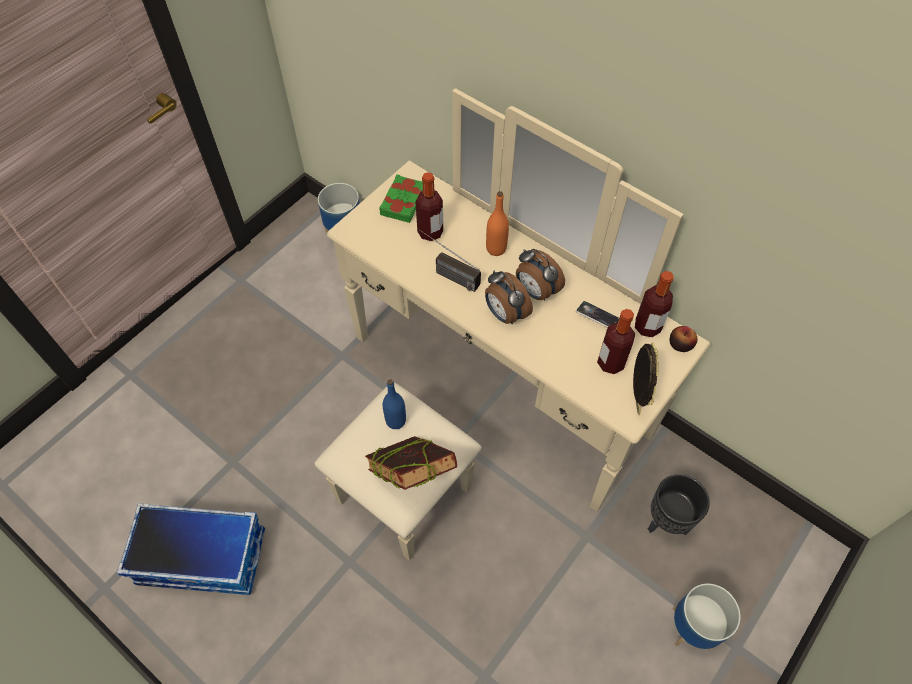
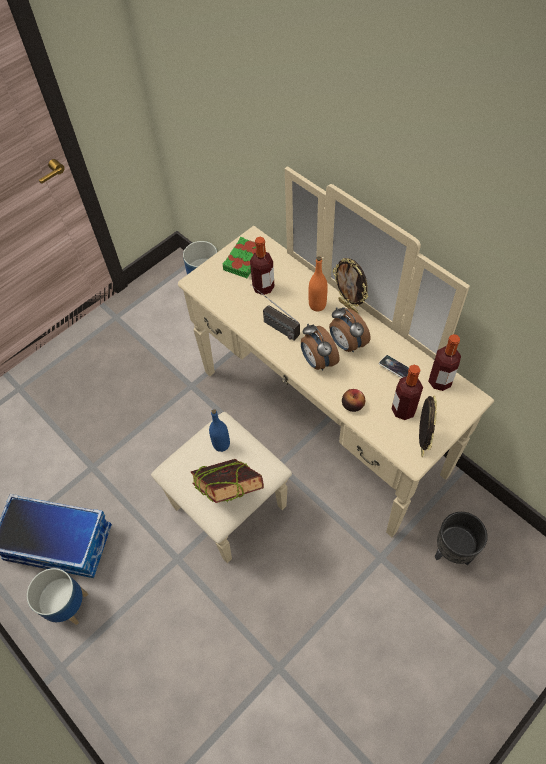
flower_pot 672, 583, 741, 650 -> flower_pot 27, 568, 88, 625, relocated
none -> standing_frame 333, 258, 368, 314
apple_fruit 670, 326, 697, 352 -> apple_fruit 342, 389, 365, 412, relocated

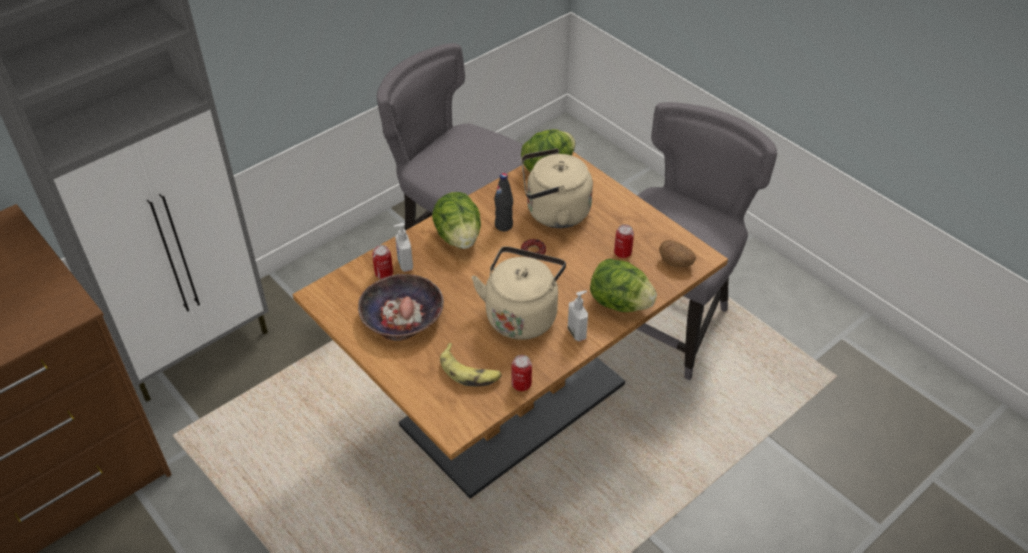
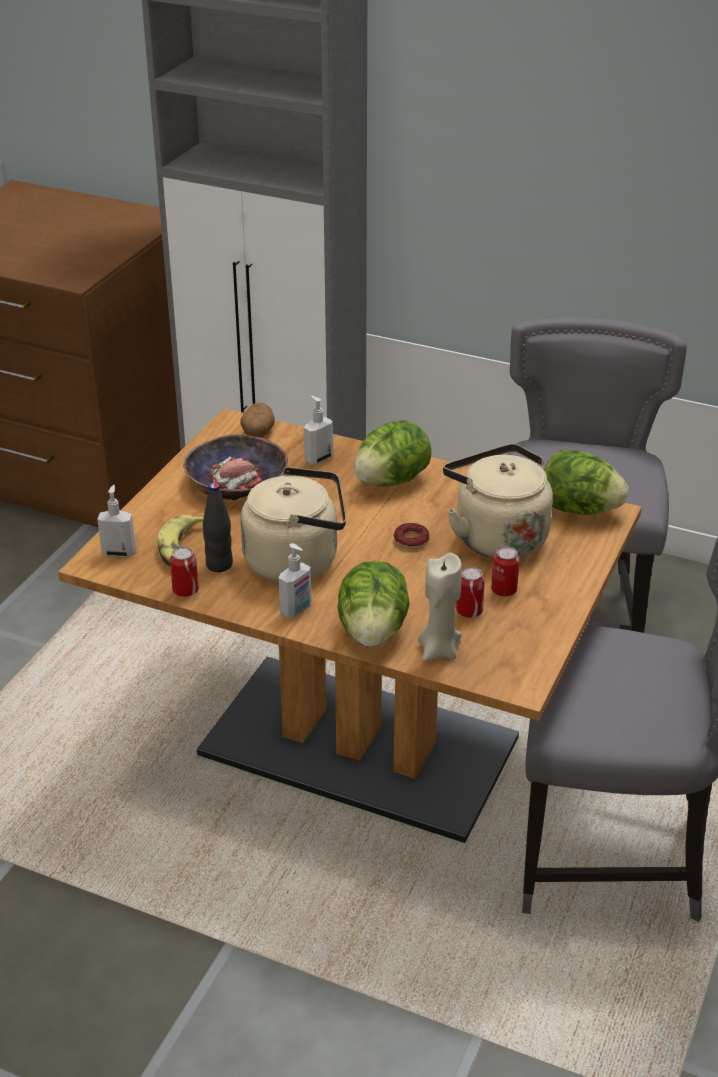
none -> liquid_soap_bottle 97, 485, 136, 558
black-coloured_drink_bottle 494, 173, 513, 231 -> black-coloured_drink_bottle 203, 483, 233, 572, relocated
spud 659, 240, 696, 267 -> spud 240, 402, 275, 438, relocated
none -> sand-coloured_wax_candle 418, 553, 462, 661
sealed_can 372, 245, 393, 279 -> sealed_can 491, 546, 519, 596, relocated

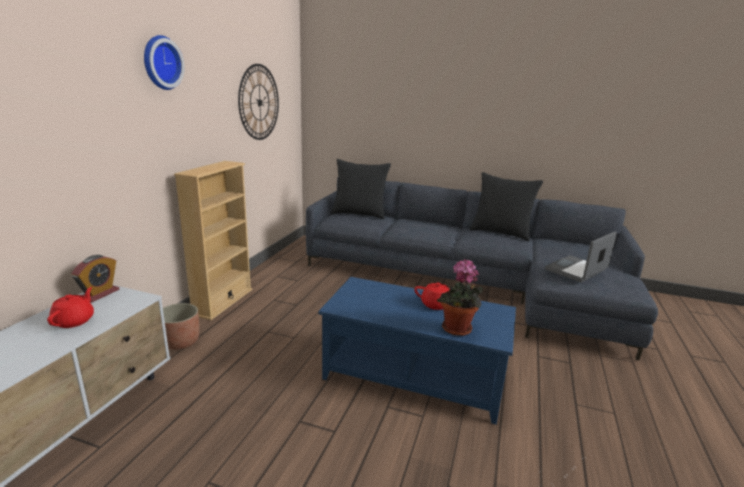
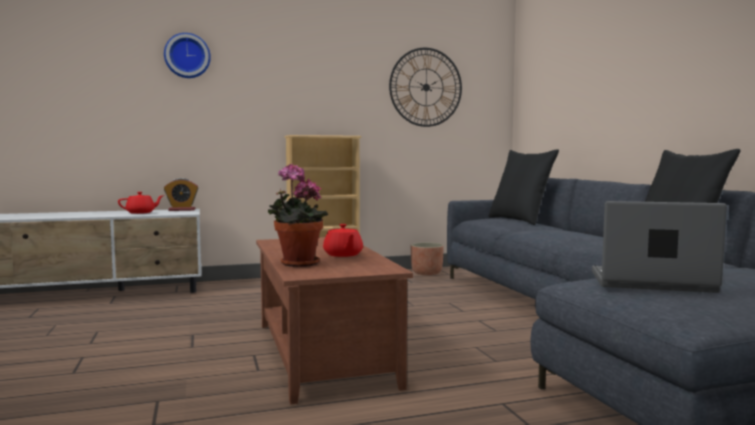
hanging_clock 144, 35, 185, 90 -> hanging_clock 164, 33, 211, 78, relocated
blue_coffee_table 318, 277, 516, 425 -> brownish_coffee_table 256, 237, 413, 404
flower_pot 163, 303, 199, 350 -> flower_pot 410, 242, 444, 275, relocated

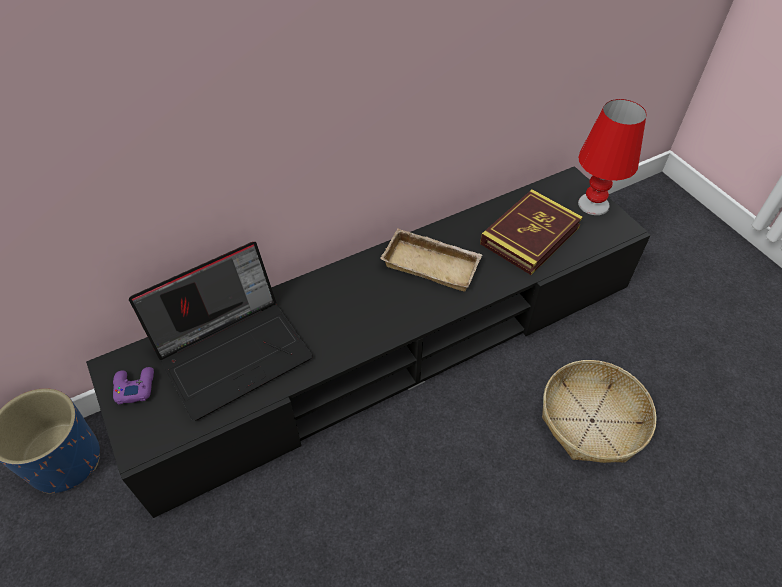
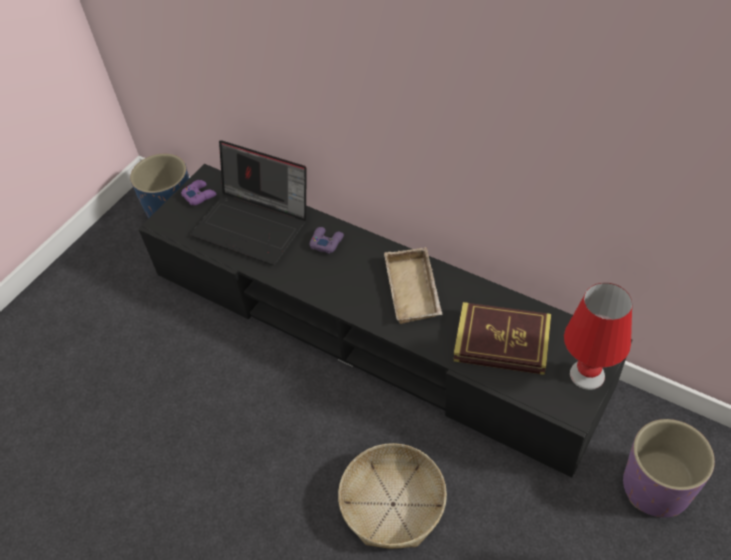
none -> purple_game_controller 310, 227, 344, 253
none -> purple_flower_pot 623, 419, 715, 518

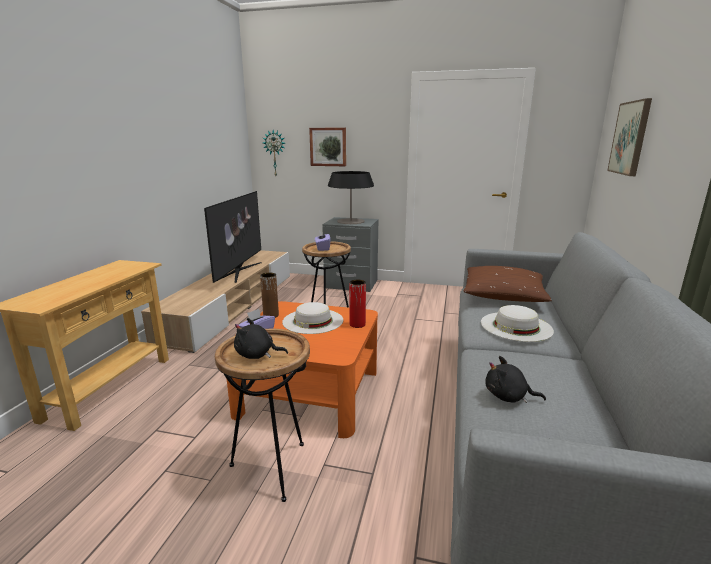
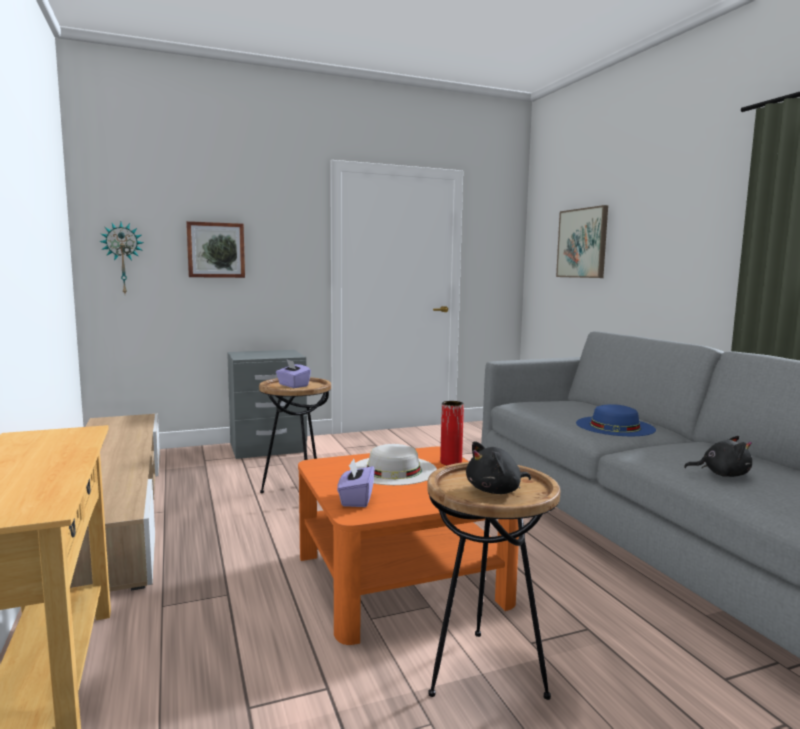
whitish_wearable_hat 481, 305, 554, 342 -> blue_wearable_hat 576, 404, 656, 436
black-coloured_cuddly_toy 485, 356, 546, 403 -> black-coloured_cuddly_toy 684, 436, 752, 477, 150 degrees counterclockwise
television 204, 191, 262, 283 -> none
brownish_flower_vase 260, 273, 279, 318 -> none
table_lamp 328, 171, 374, 224 -> none
brownish_cushion 464, 266, 552, 302 -> none

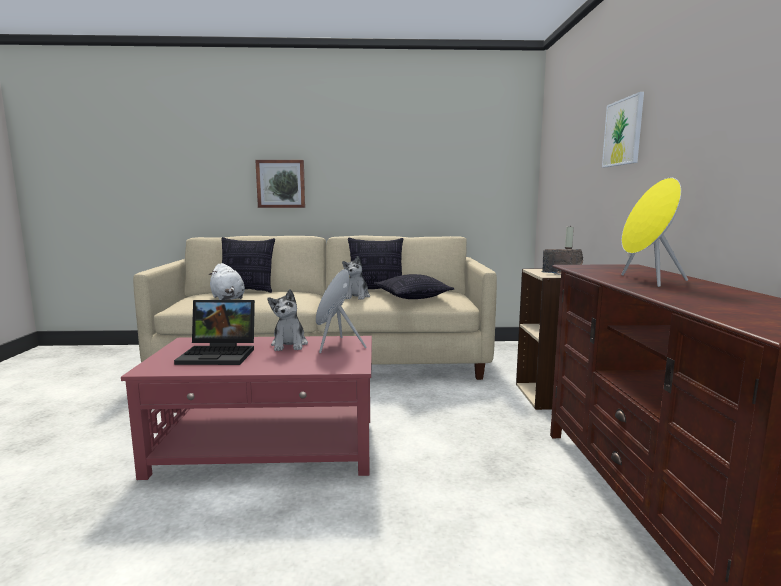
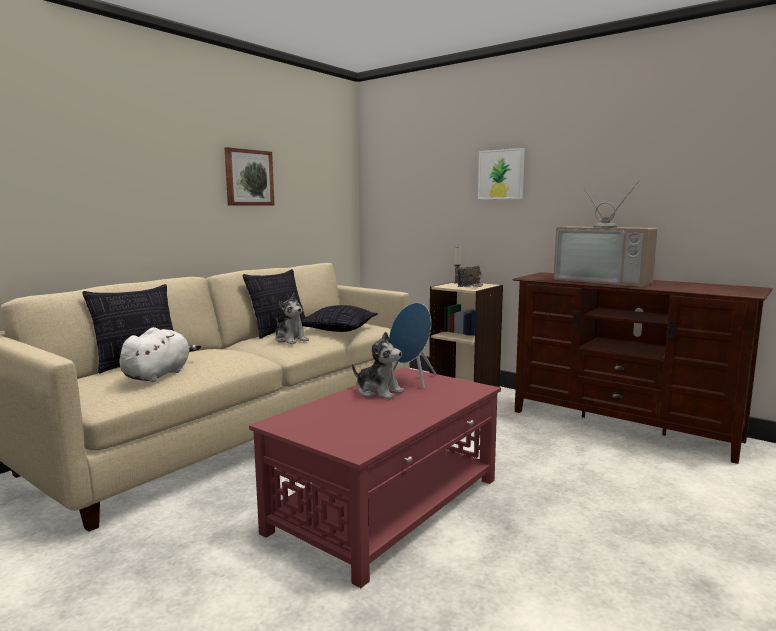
whitish_cuddly_toy 209, 263, 245, 300 -> whitish_cuddly_toy 119, 327, 201, 382, 75 degrees counterclockwise
picture 255, 160, 305, 208 -> picture 225, 147, 274, 205, relocated
yellow-coloured_speaker 621, 178, 688, 287 -> television 554, 180, 657, 287
portable_computer 174, 300, 255, 365 -> none

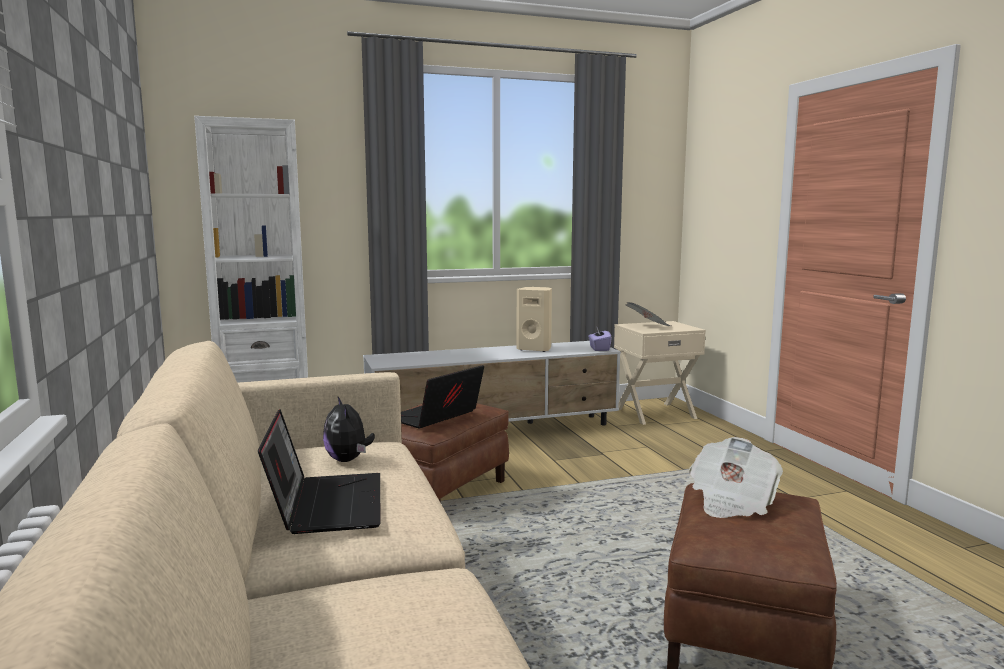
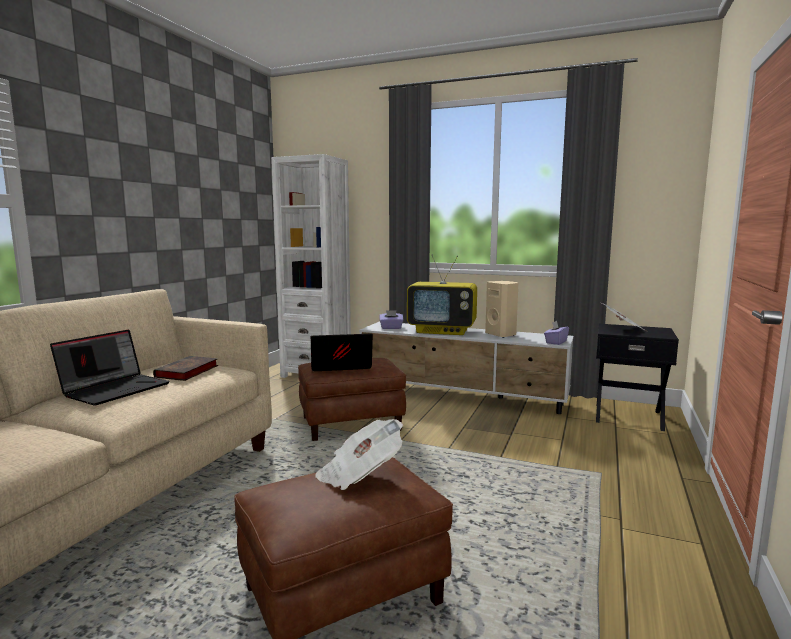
cuddly_toy 323, 397, 375, 462 -> bound_book 153, 356, 218, 381
none -> purple_box_of_tissues 379, 310, 403, 329
none -> television 407, 254, 477, 335
sand-coloured_bedside_table 614, 321, 706, 425 -> black-coloured_bedside_table 596, 324, 679, 431

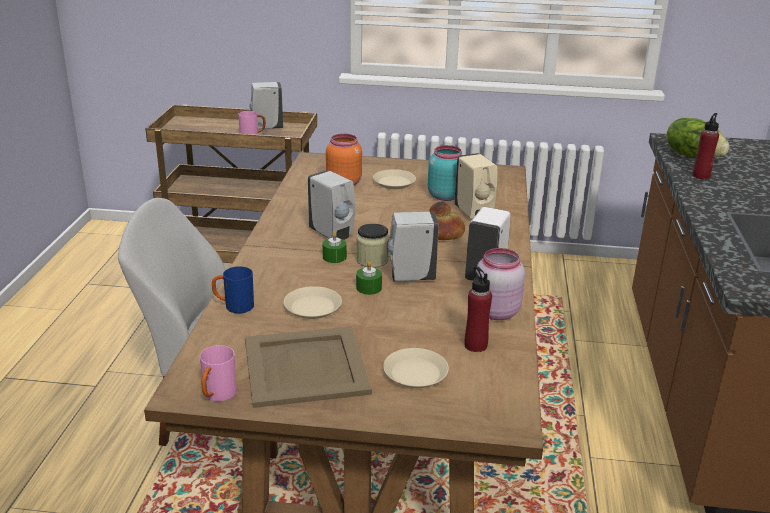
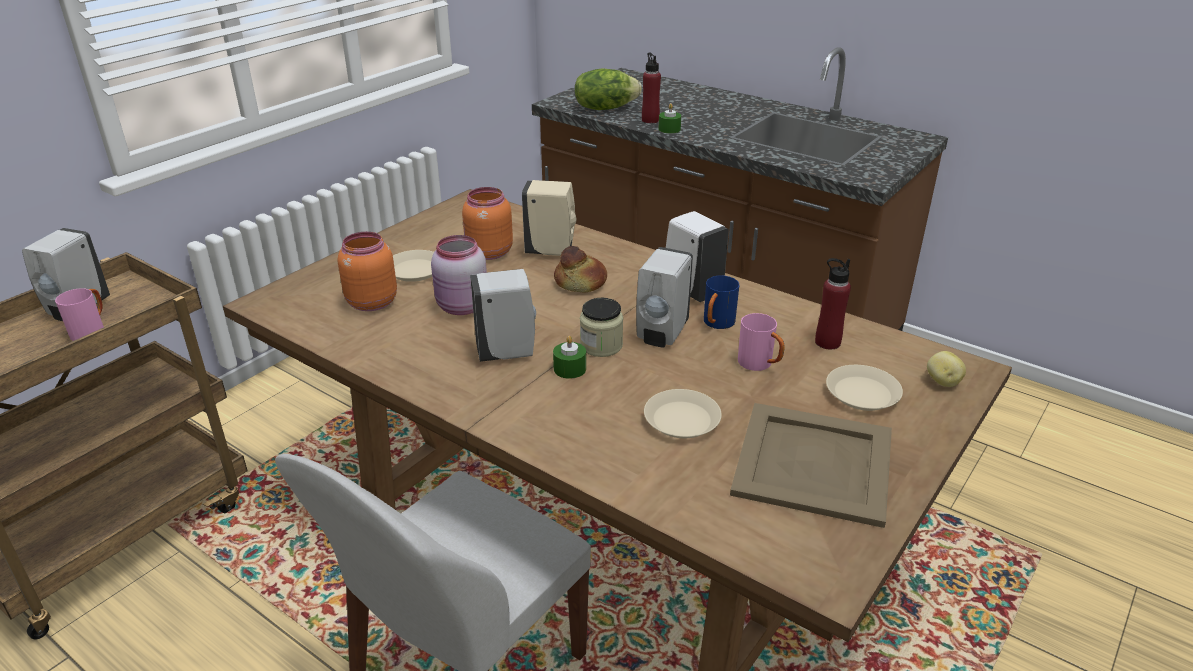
pinkish_jar 476, 248, 525, 320 -> pinkish_jar 431, 235, 487, 315, relocated
blue-green_jar 428, 145, 462, 201 -> orange-coloured_jar 462, 187, 513, 260
green-coloured_wax_candle 356, 261, 382, 295 -> green-coloured_wax_candle 659, 103, 681, 134, relocated
blue_coffee_mug 212, 266, 254, 314 -> blue_coffee_mug 704, 275, 739, 329, relocated
pinkish_coffee_mug 200, 345, 237, 402 -> pinkish_coffee_mug 738, 313, 785, 371, relocated
none -> spud 927, 351, 966, 387

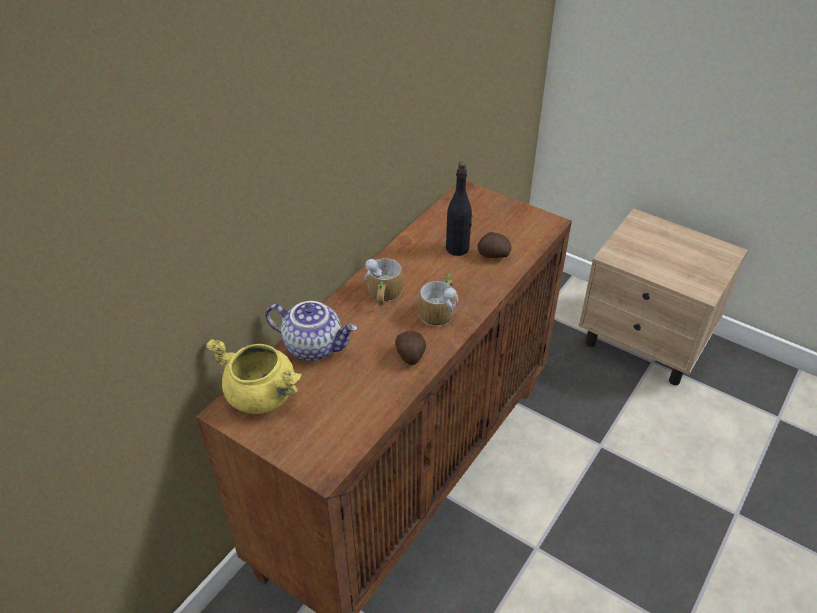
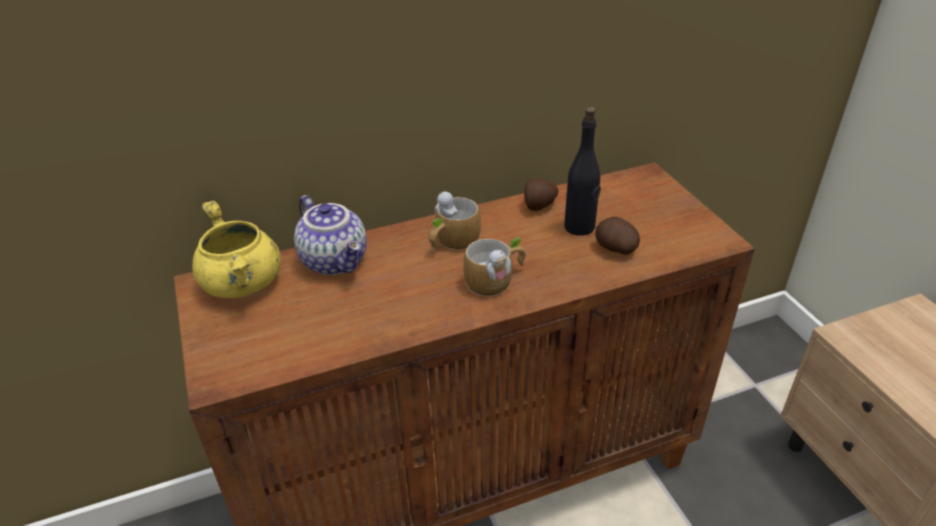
spud 395, 331, 426, 365 -> spud 524, 178, 558, 211, relocated

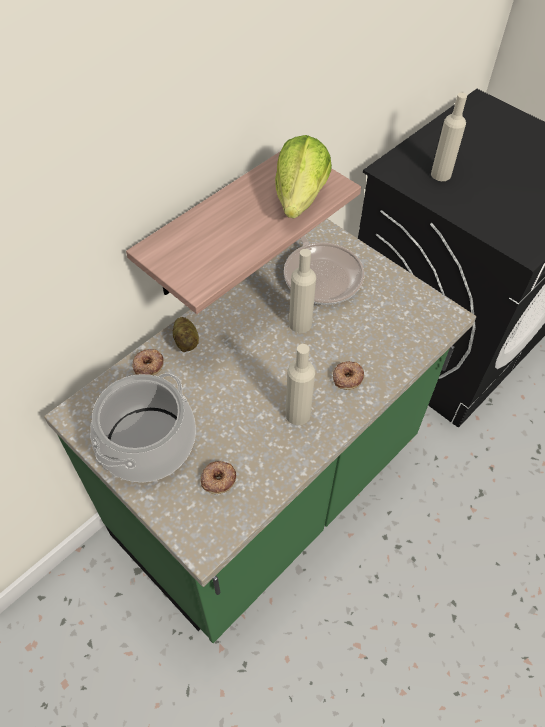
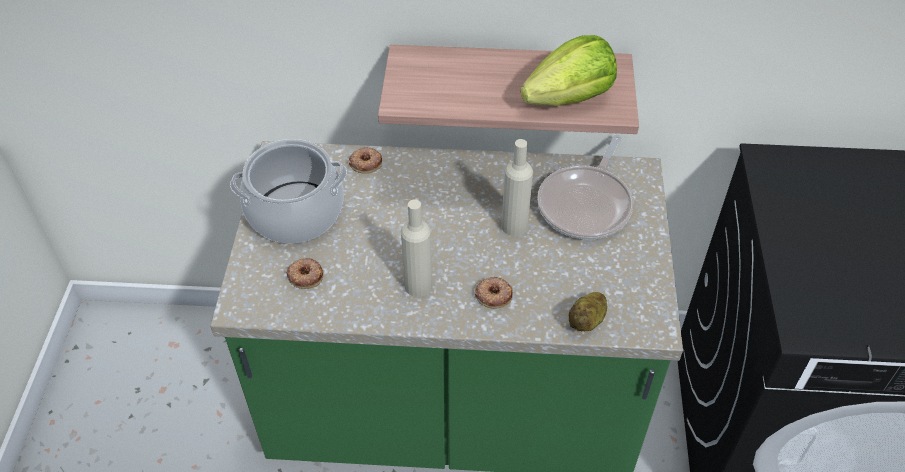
spud 173, 317, 199, 352 -> spud 569, 292, 607, 332, relocated
sand-coloured_drink_bottle 431, 93, 467, 181 -> none

